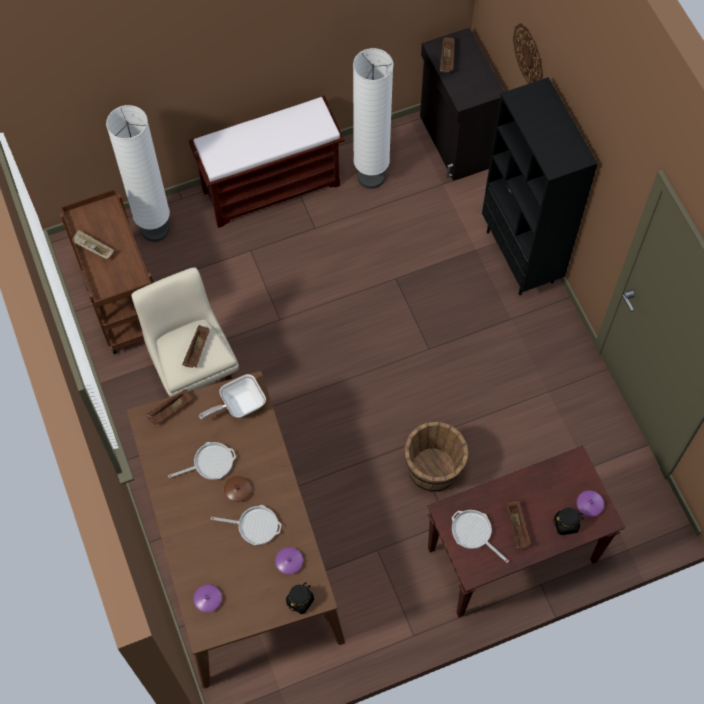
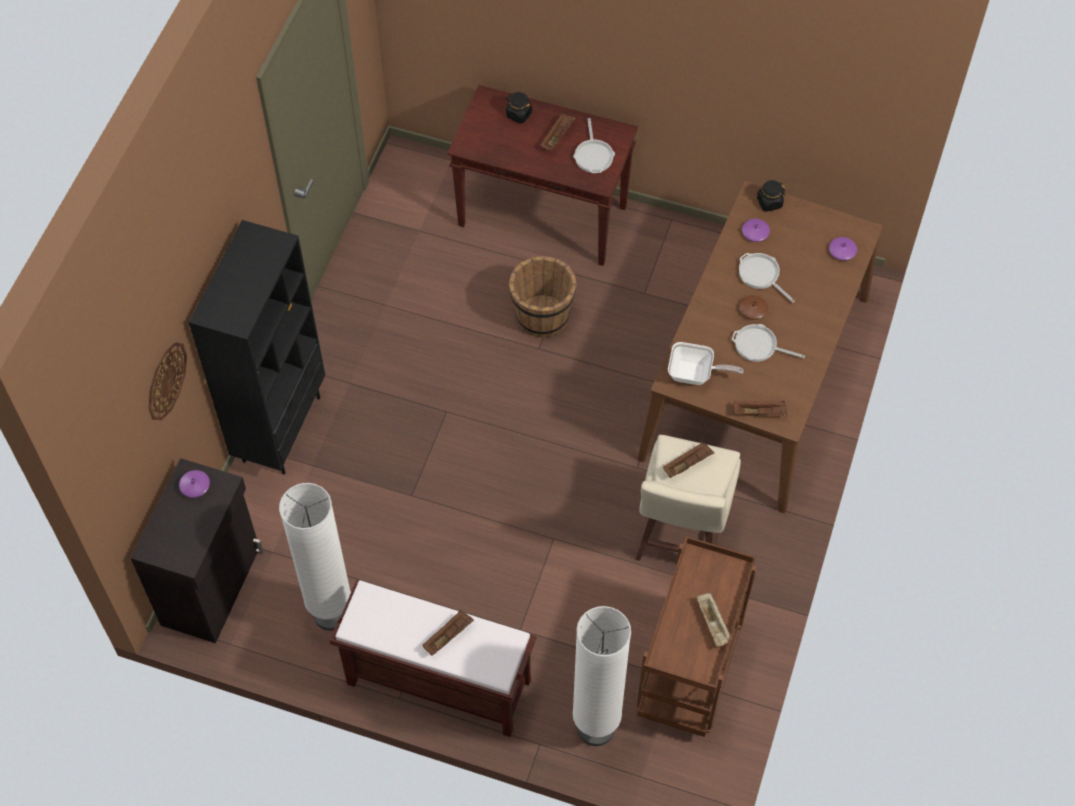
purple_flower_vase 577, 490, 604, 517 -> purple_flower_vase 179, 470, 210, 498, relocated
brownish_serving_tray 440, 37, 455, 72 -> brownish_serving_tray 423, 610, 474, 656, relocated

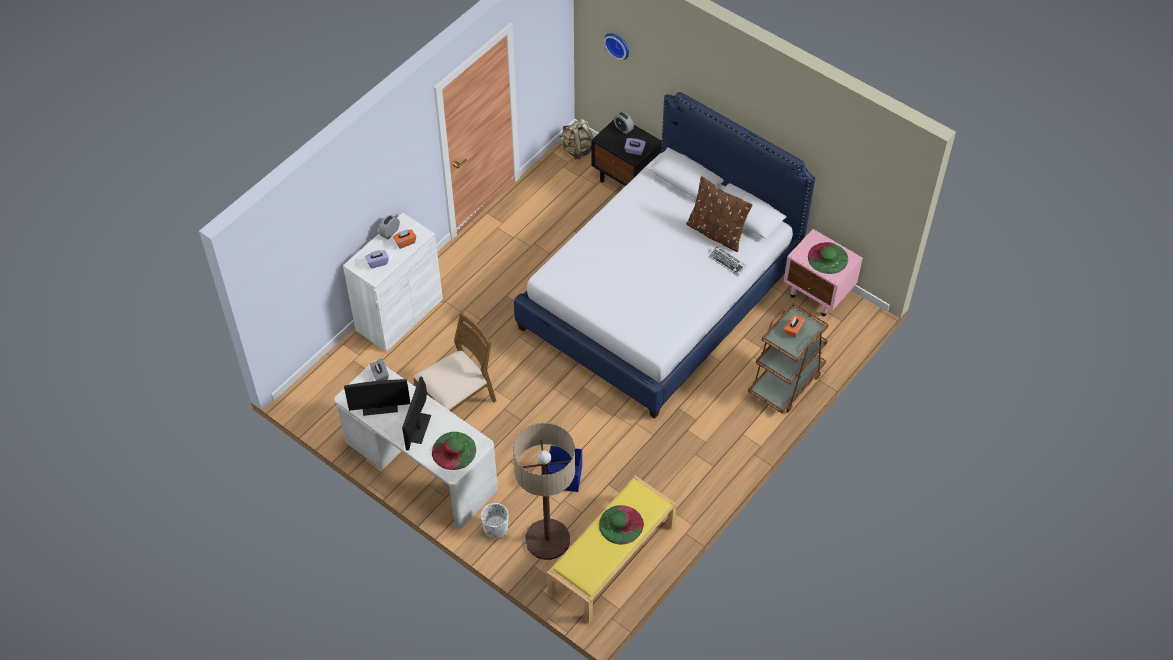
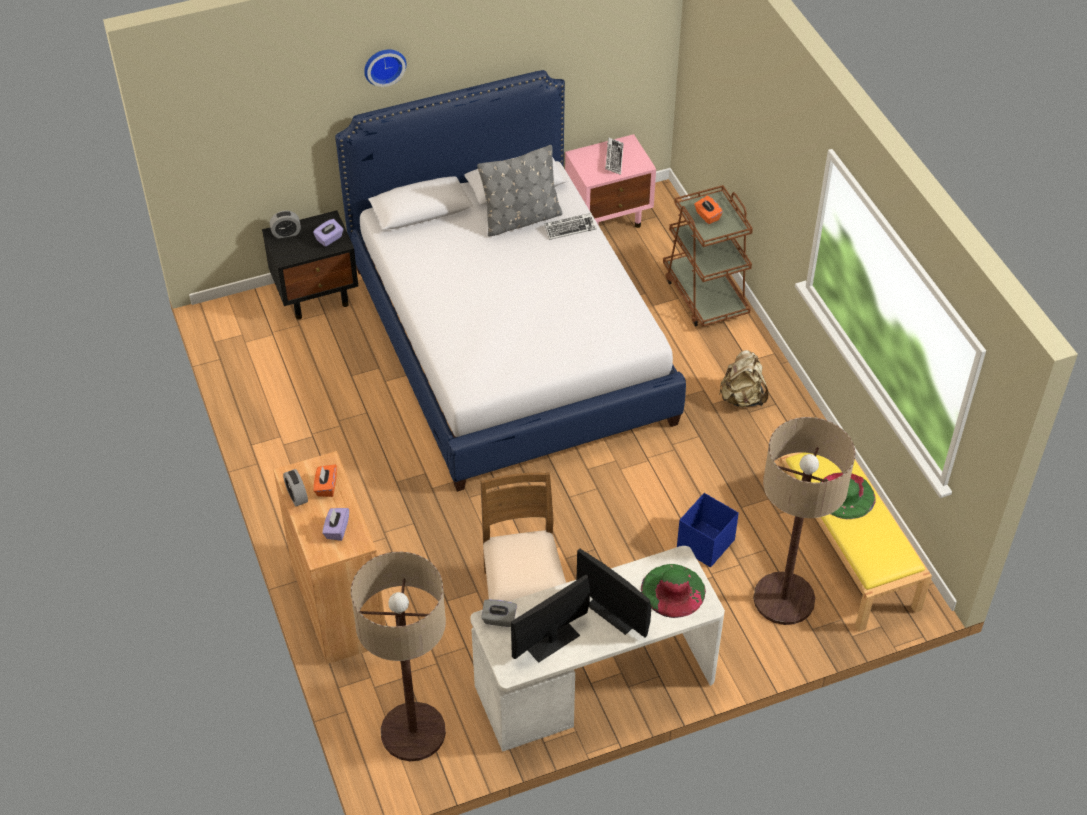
whitish_storage_cabinet 343, 213, 443, 352 -> brownish_storage_cabinet 273, 451, 386, 664
none -> floor_lamp 351, 552, 446, 761
hanging_clock 604, 33, 629, 60 -> hanging_clock 364, 49, 406, 87, relocated
brownish_cushion 686, 176, 752, 252 -> greyish_cushion 477, 145, 563, 236
monitor 344, 379, 410, 416 -> monitor 511, 575, 590, 663, 150 degrees counterclockwise
green-coloured_wearable_hat 808, 242, 848, 274 -> keyboard 605, 138, 624, 175
sand-coloured_backpack 560, 119, 594, 160 -> sand-coloured_backpack 720, 350, 769, 407, relocated
whitish_flower_pot 481, 503, 509, 539 -> none

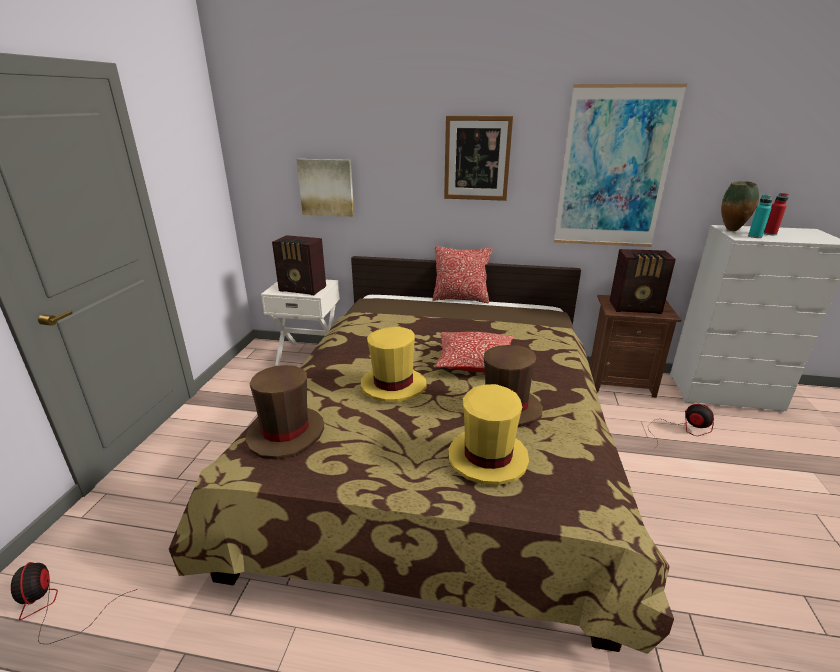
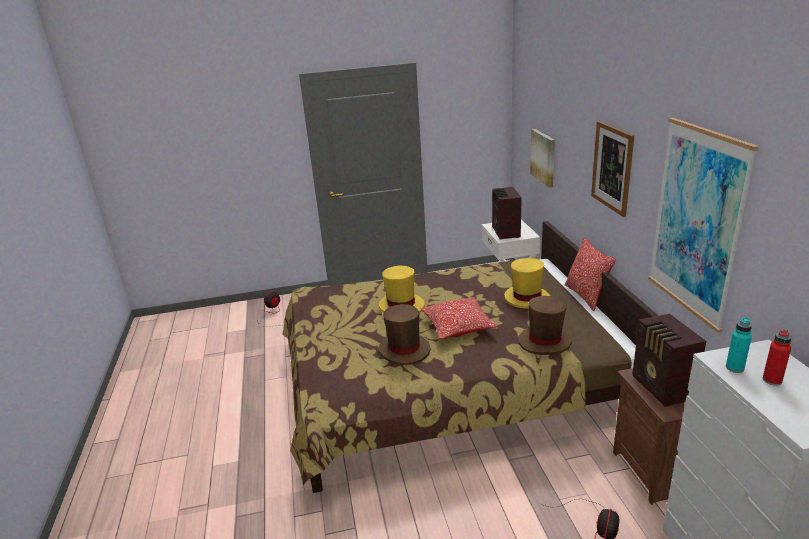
yellow-coloured_wearable_hat 448, 384, 529, 485 -> yellow-coloured_wearable_hat 504, 258, 550, 309, relocated
brownish_wearable_hat 245, 365, 324, 460 -> brownish_wearable_hat 519, 296, 572, 355, relocated
flower_vase 721, 181, 759, 231 -> none

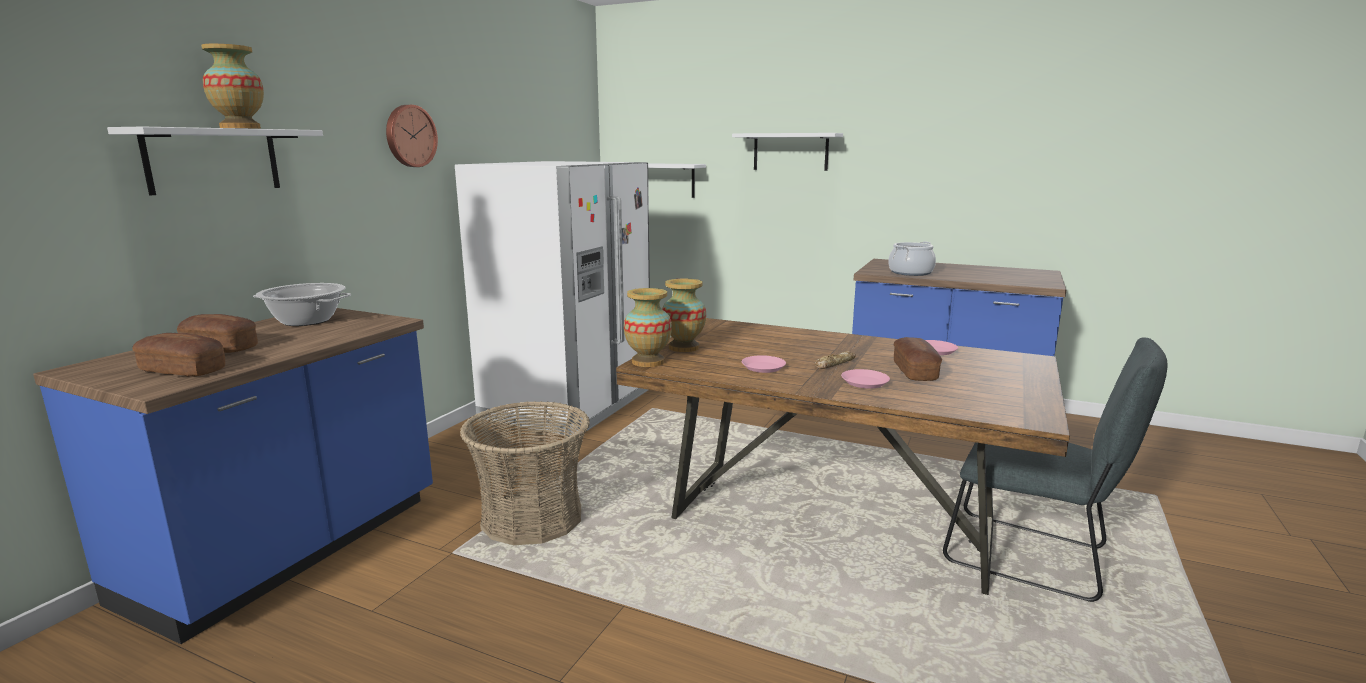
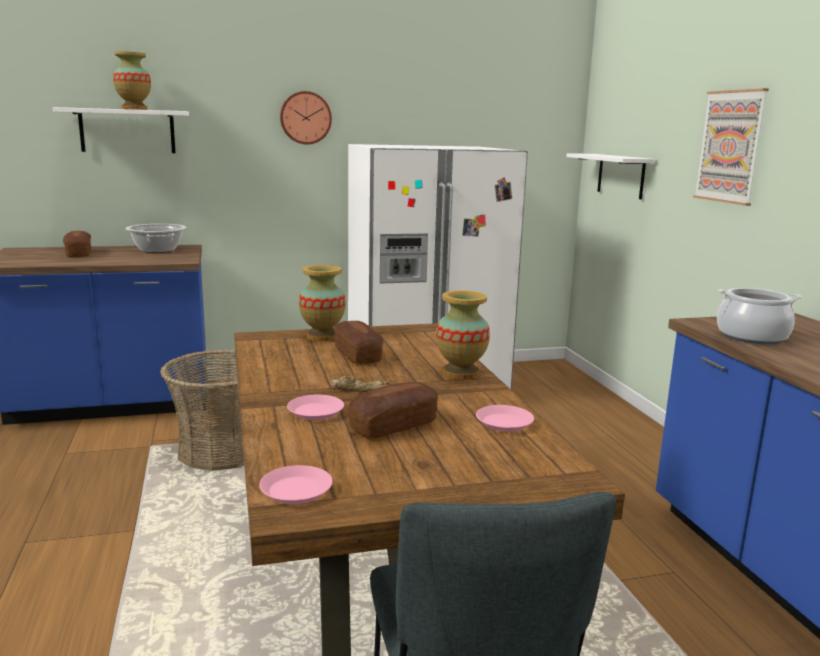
pinkish_dinner_plate 742, 355, 786, 373 -> pinkish_dinner_plate 259, 465, 333, 504, relocated
bakery_bread 132, 333, 225, 377 -> bakery_bread 334, 321, 383, 364, relocated
flower_vase 624, 288, 672, 367 -> flower_vase 436, 290, 490, 380, relocated
whitish_wall_shelf 732, 133, 843, 171 -> picture 693, 88, 769, 206

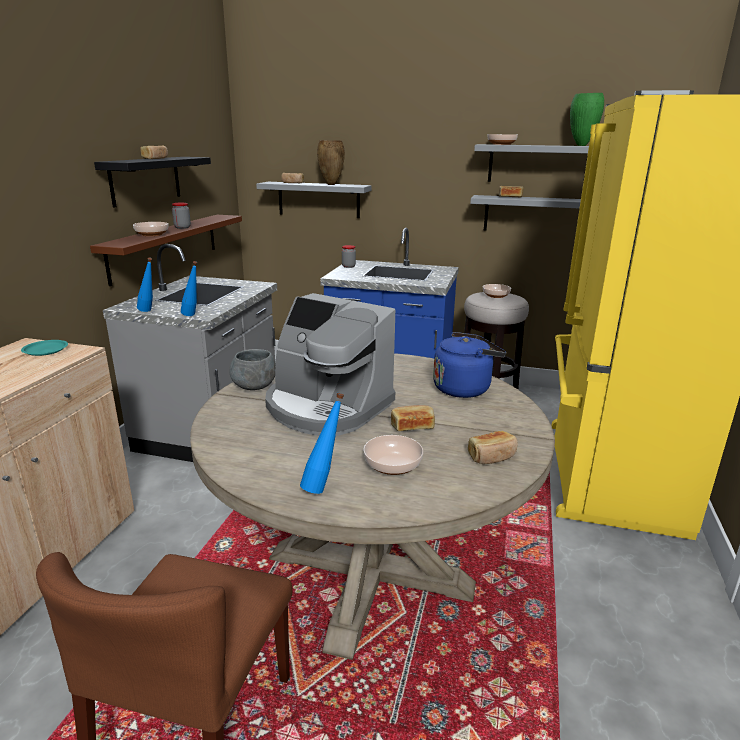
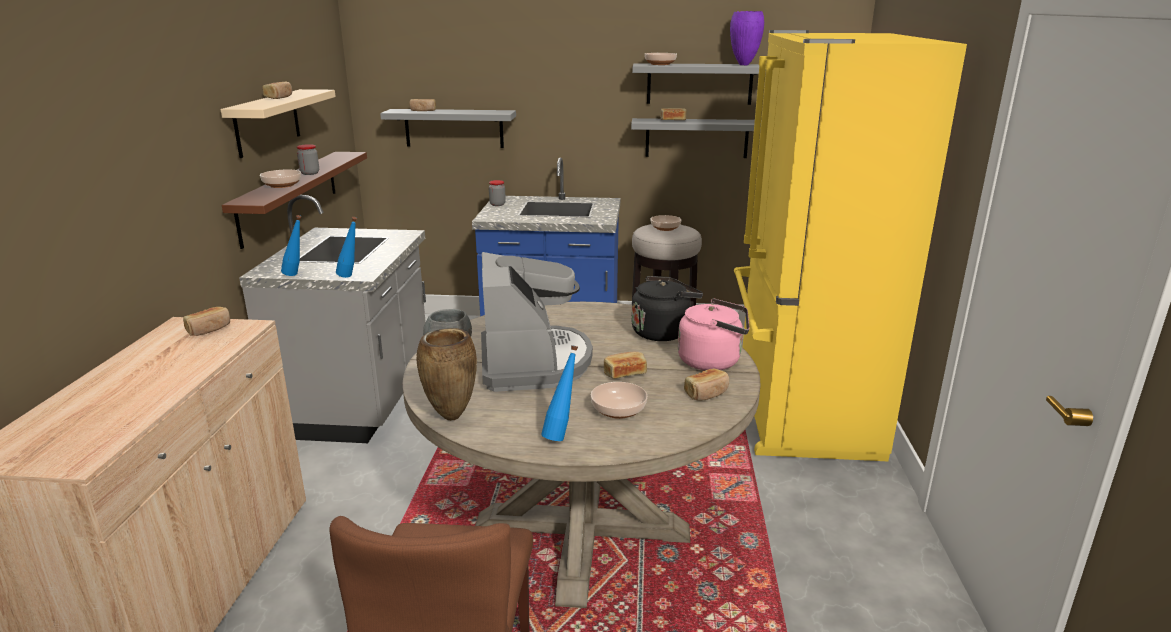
blue-green_dinner_plate 21, 340, 68, 356 -> bakery_bread 183, 307, 230, 336
black-coloured_wall_shelf 94, 157, 211, 208 -> sand-coloured_wall_shelf 220, 89, 336, 158
brownish_flower_vase 317, 140, 345, 185 -> brownish_flower_vase 416, 328, 477, 421, relocated
coffee_maker 265, 293, 395, 436 -> coffee_maker 481, 252, 593, 392, 120 degrees counterclockwise
blue_water_kettle 433, 332, 506, 398 -> black-coloured_water_kettle 631, 276, 703, 341
none -> pinkish_water_kettle 678, 298, 750, 371
green-coloured_flower_vase 570, 93, 604, 146 -> purple_flower_vase 730, 11, 764, 65

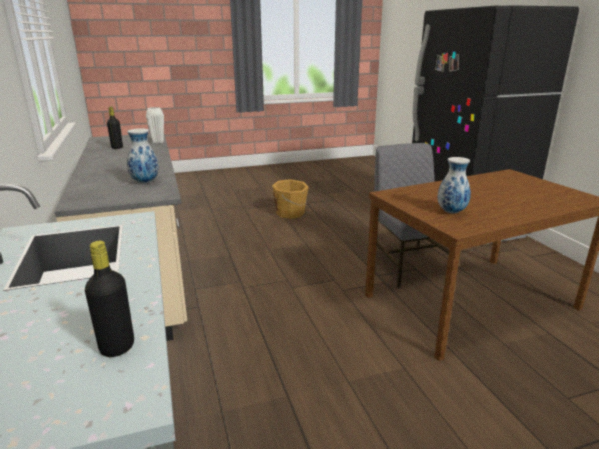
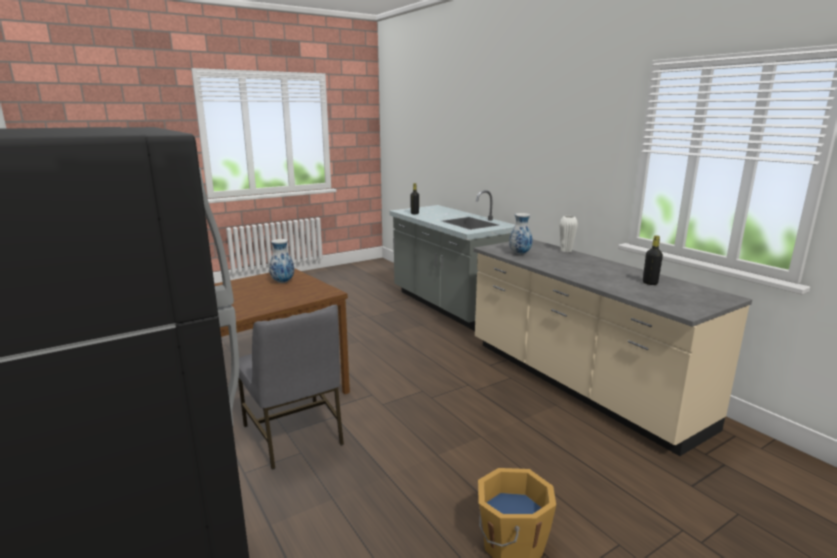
whitish_flower_vase 146, 107, 164, 144 -> whitish_flower_vase 560, 216, 578, 252, relocated

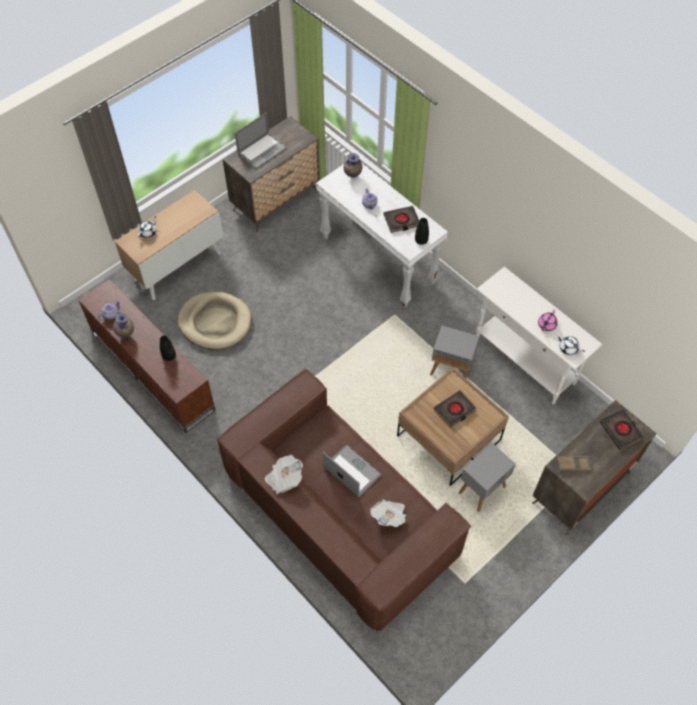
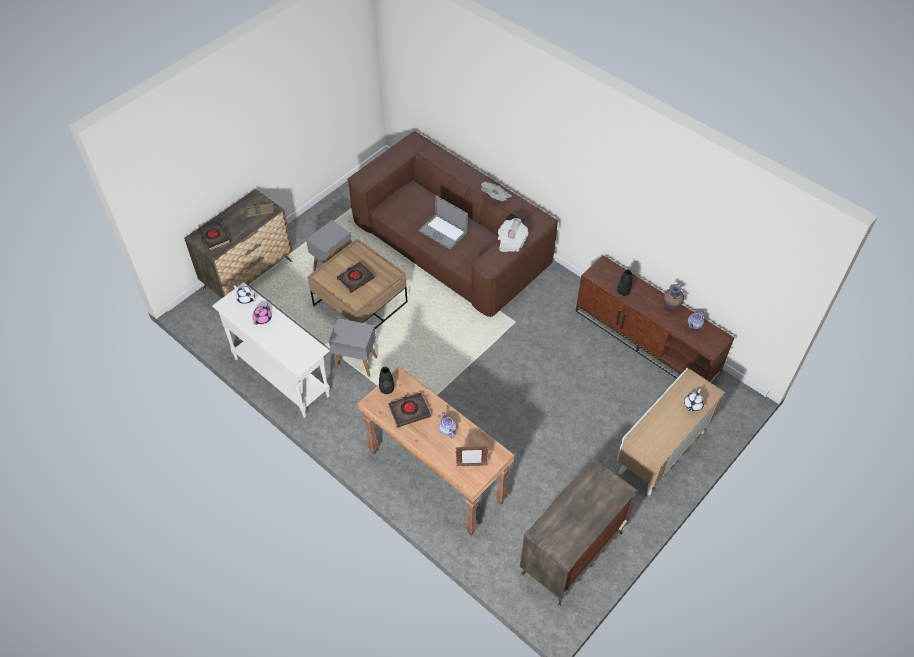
whitish_narrow_table 316, 164, 448, 308 -> brownish_narrow_table 357, 366, 515, 536
flower_vase 344, 153, 362, 178 -> standing_frame 456, 445, 488, 466
printed_paper 370, 500, 406, 527 -> printed_paper 498, 218, 528, 252, relocated
sand-coloured_dog_cushion 177, 291, 251, 350 -> none
portable_computer 235, 113, 287, 169 -> none

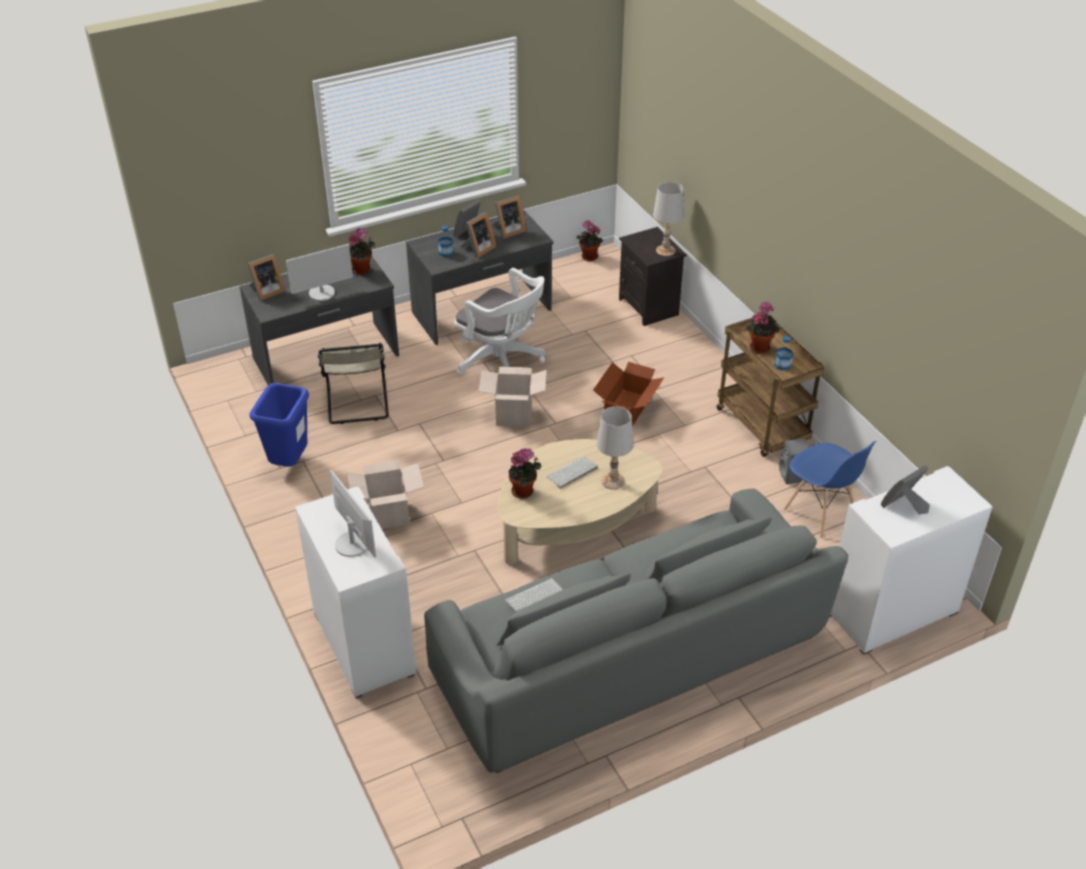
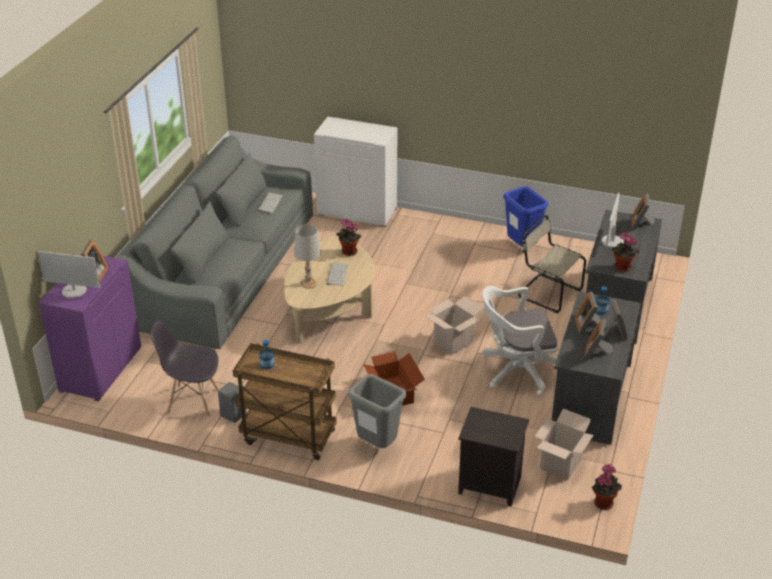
monitor 330, 470, 376, 558 -> monitor 37, 251, 100, 298, relocated
whitish_storage_cabinet 830, 466, 993, 655 -> purple_storage_cabinet 39, 256, 141, 401
blue_chair 783, 441, 876, 538 -> greyish_chair 150, 320, 219, 417
none -> greyish_waste_bin 348, 374, 406, 448
cardboard_box 347, 460, 424, 529 -> cardboard_box 535, 409, 594, 480, relocated
whitish_table_lamp 653, 182, 684, 256 -> none
houseplant 747, 302, 780, 354 -> none

